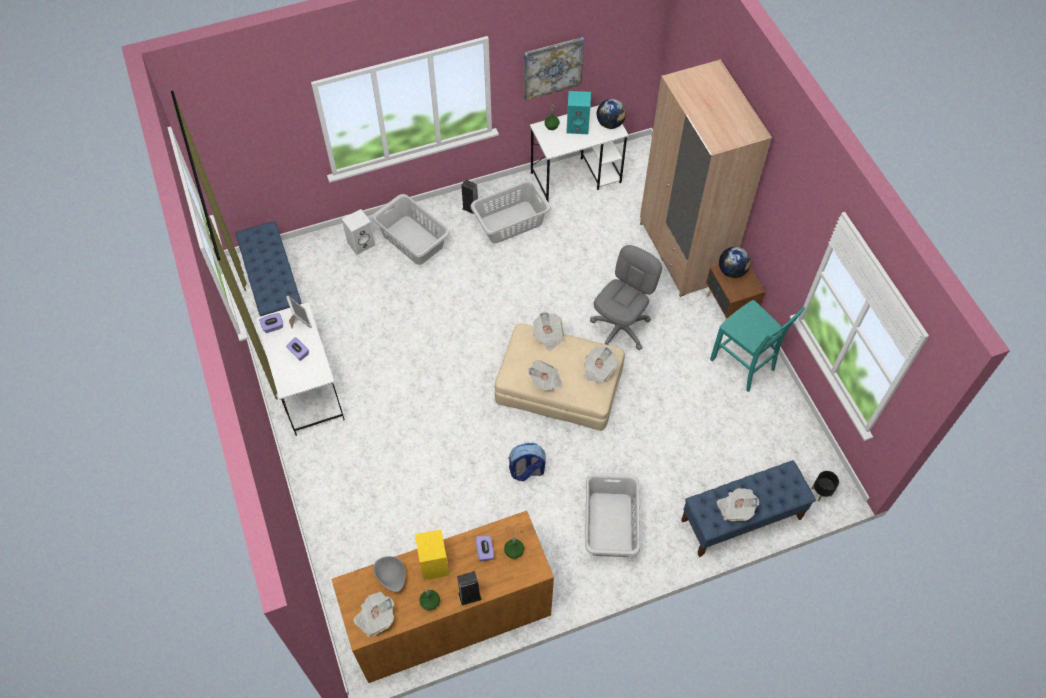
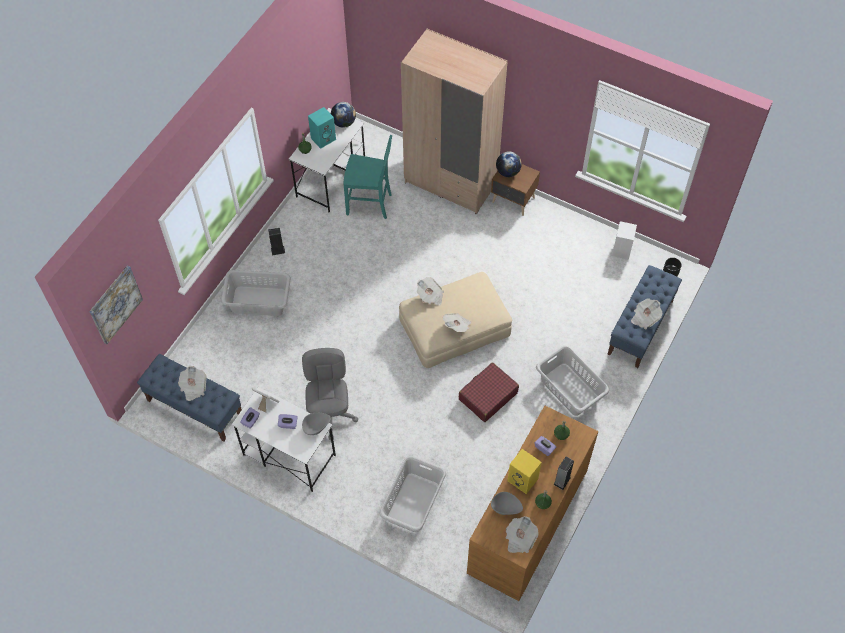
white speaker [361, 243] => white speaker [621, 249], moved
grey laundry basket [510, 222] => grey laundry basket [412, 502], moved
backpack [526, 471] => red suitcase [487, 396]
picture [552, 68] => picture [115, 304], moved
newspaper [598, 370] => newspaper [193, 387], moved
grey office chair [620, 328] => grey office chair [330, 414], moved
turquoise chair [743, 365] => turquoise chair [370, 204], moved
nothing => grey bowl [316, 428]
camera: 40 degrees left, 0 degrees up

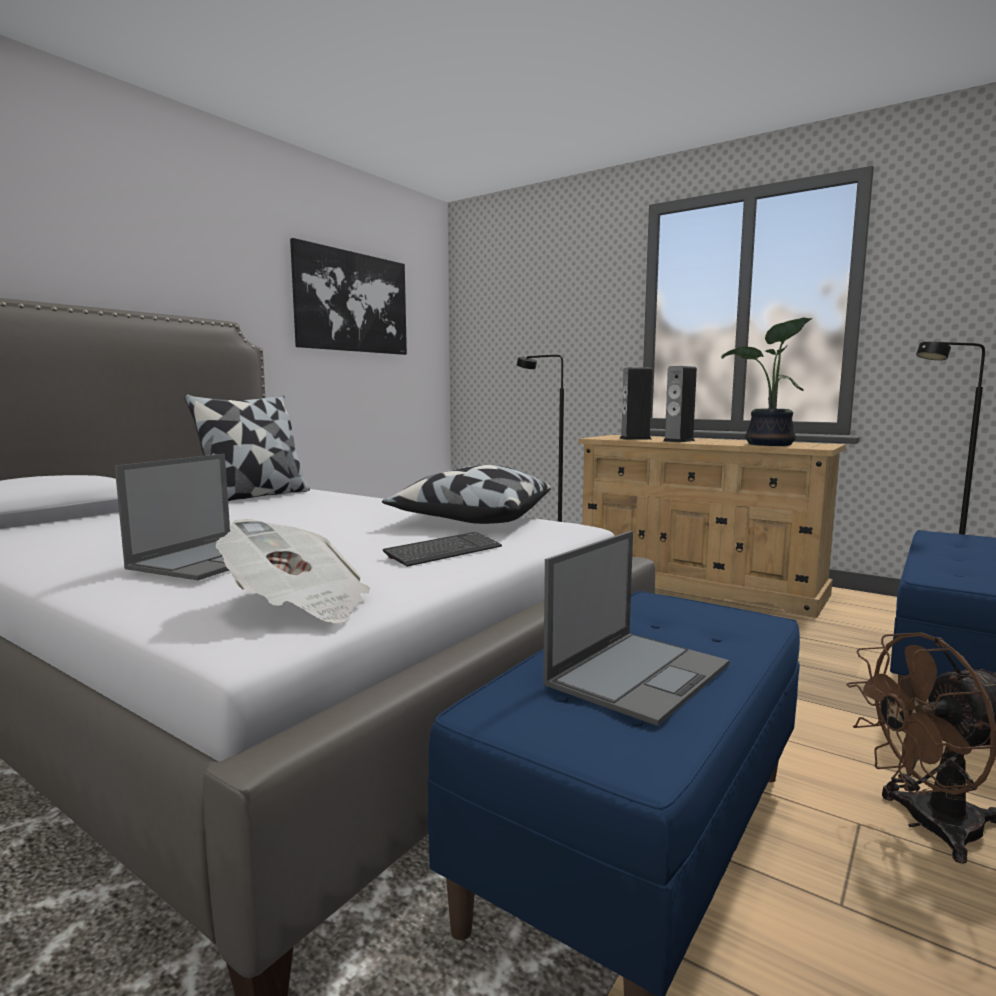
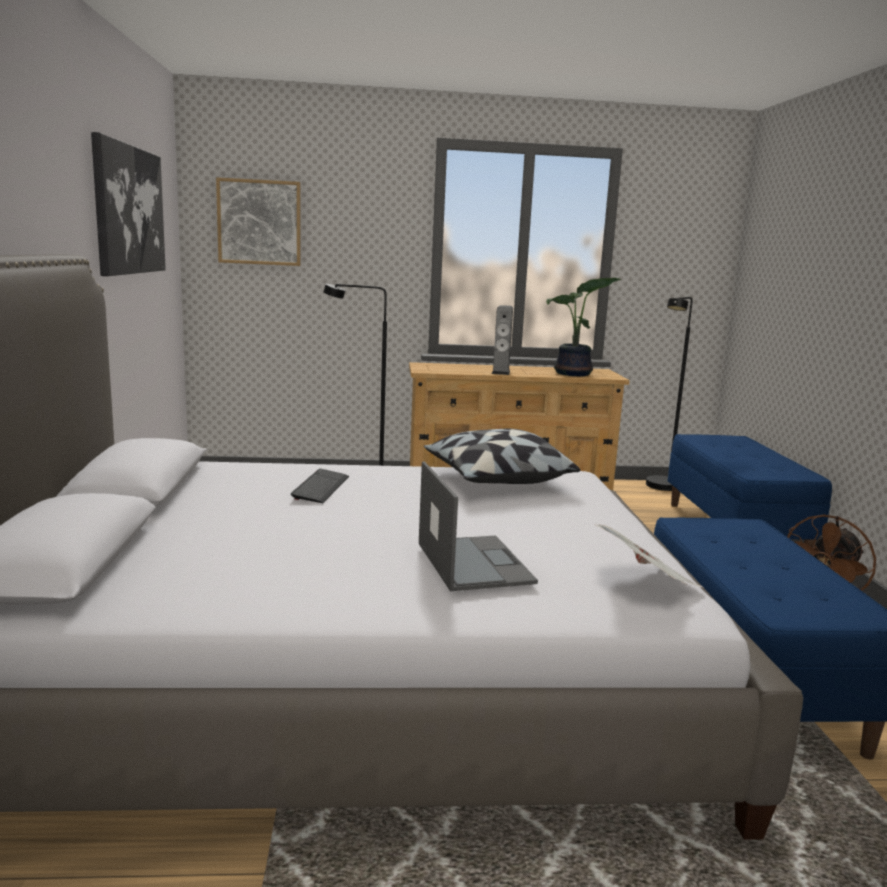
pillow [254, 496] => nothing
keyboard [444, 551] => keyboard [321, 488], moved
laptop [639, 674] => nothing
speaker [635, 438] => nothing
nothing => picture [259, 222]
camera: 40 degrees left, 5 degrees up

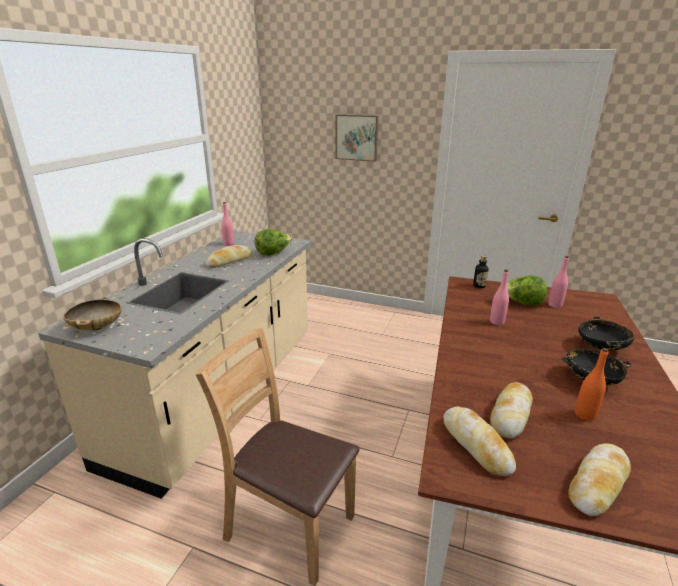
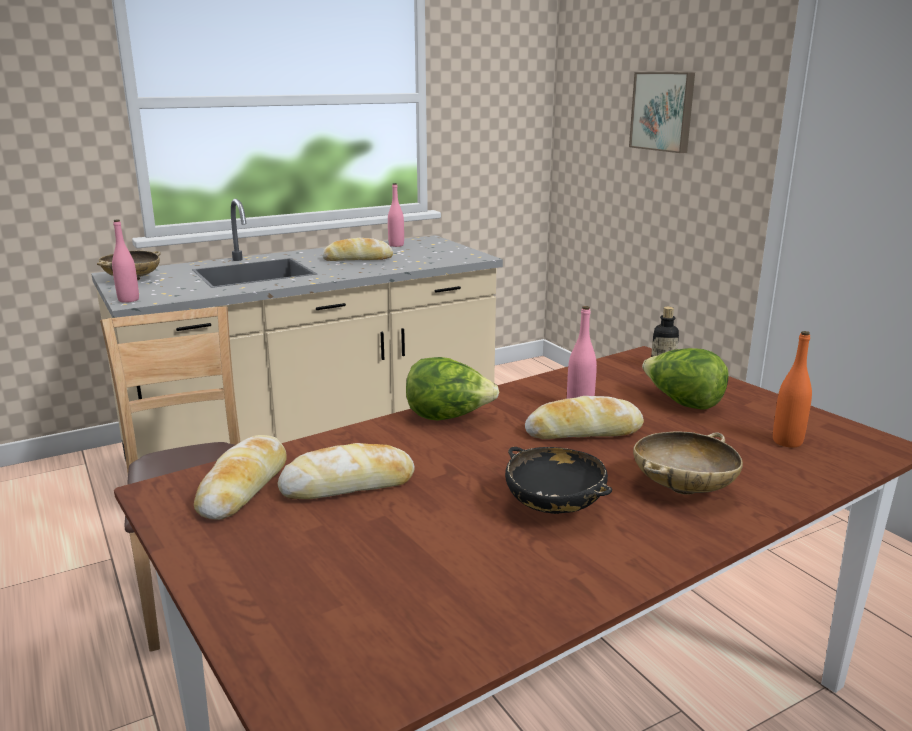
lettuce [273, 253] => lettuce [448, 417], moved
pink bottle [555, 305] => pink bottle [128, 300], moved
bread [597, 484] => bread [583, 431], moved
orange bottle [585, 415] => orange bottle [787, 442], moved
black bowl [601, 347] => beige bowl [682, 488]
camera: 40 degrees right, 5 degrees down

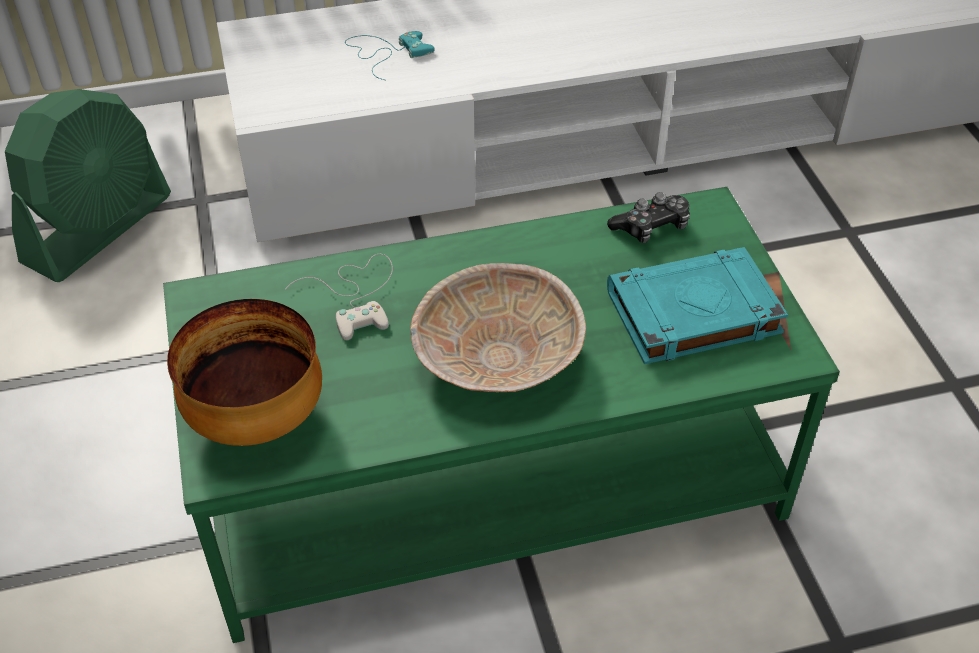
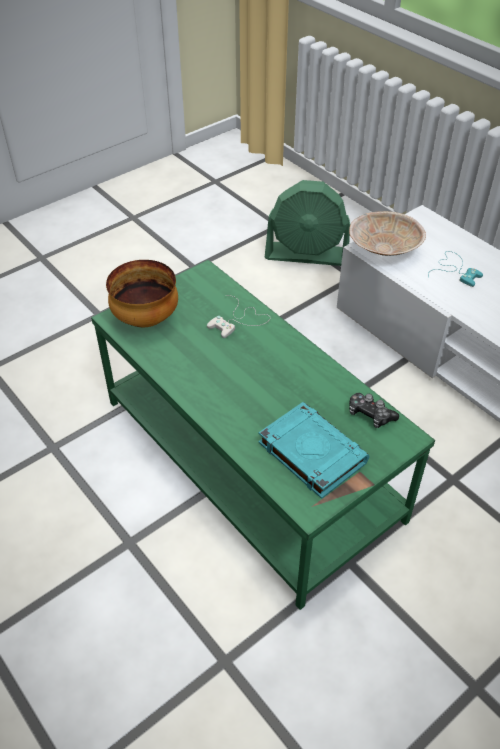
beige bowl [496, 358] => beige bowl [383, 248], moved
camera: 65 degrees right, 0 degrees up

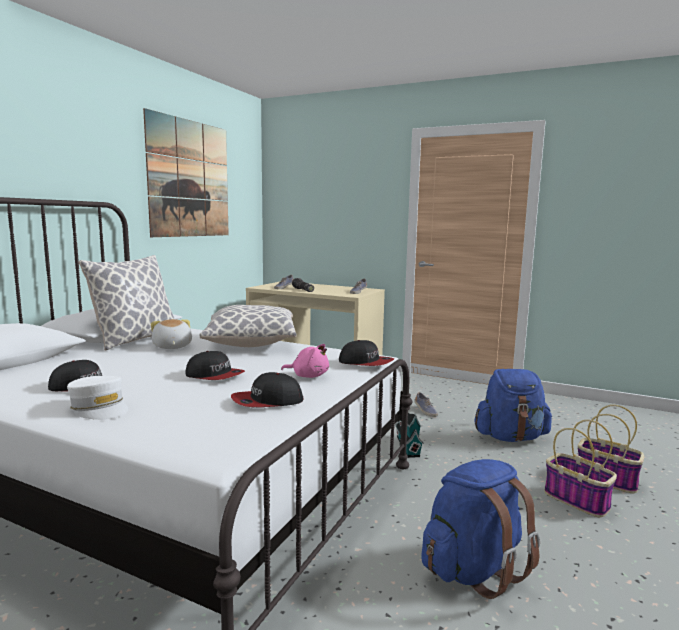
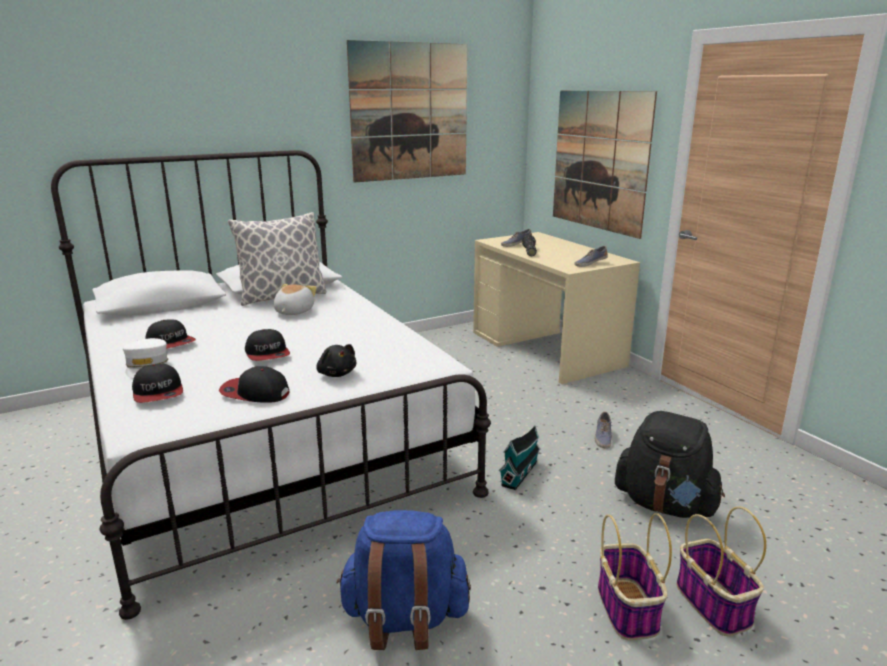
pillow [250, 343] => nothing
pink plush toy [308, 376] => black plush toy [336, 373]
cap [366, 362] => cap [158, 393], moved
blue backpack [510, 437] => black backpack [665, 505]
nothing => picture [600, 161]
camera: 35 degrees right, 10 degrees up

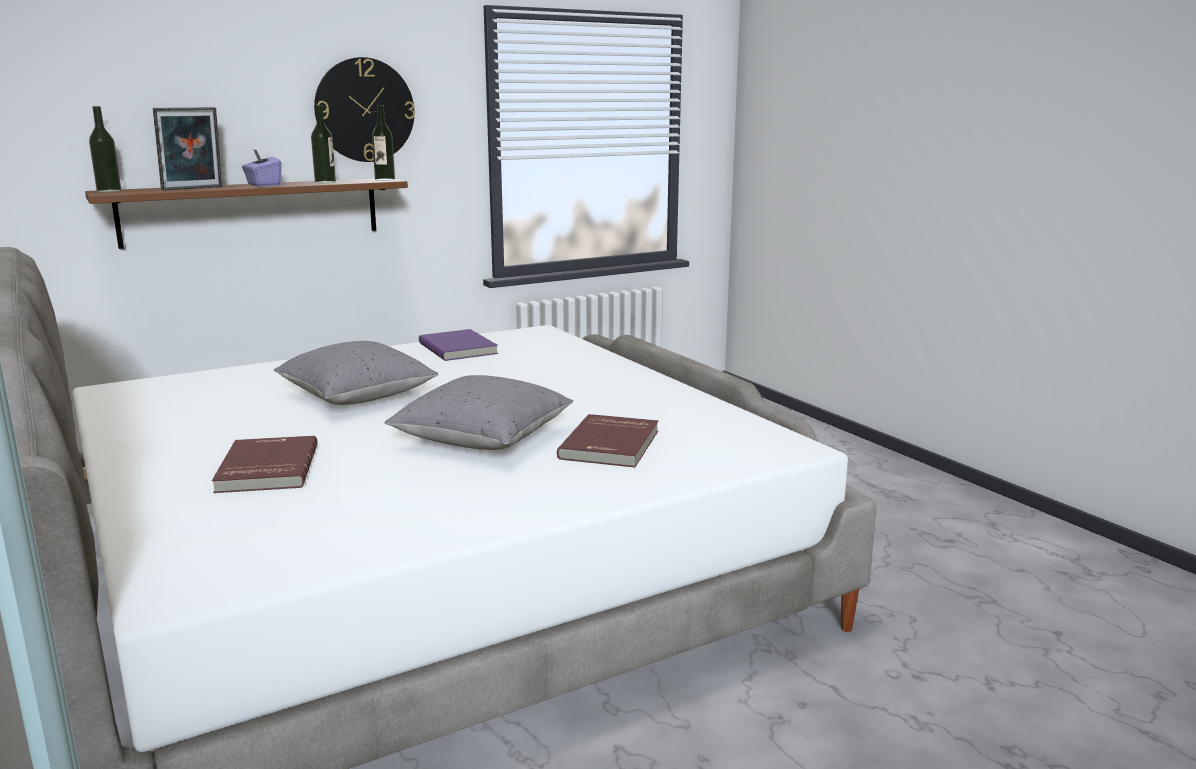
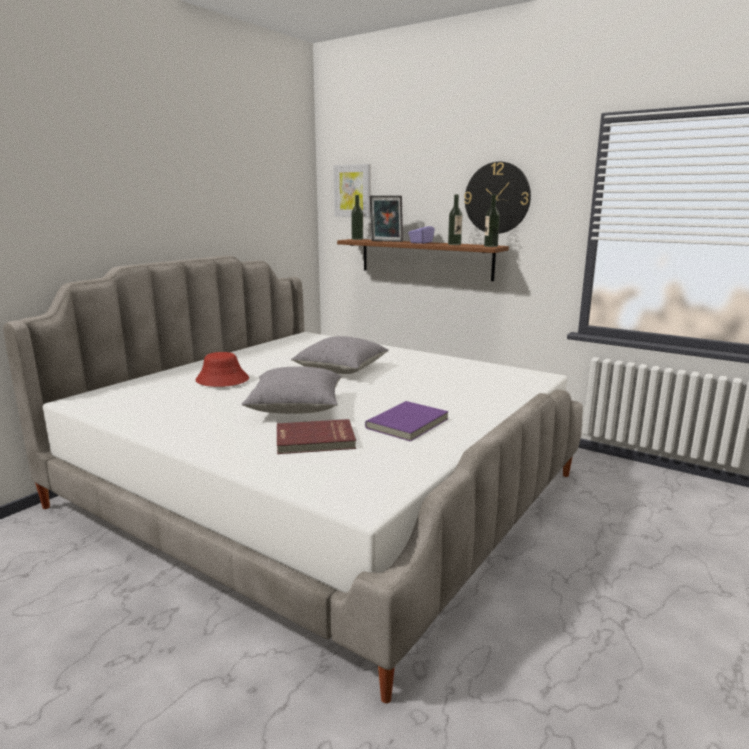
red book [265, 469] => red hat [222, 380]
purple book [459, 348] => purple book [409, 424], moved
nothing => picture [353, 191]
camera: 65 degrees right, 0 degrees up

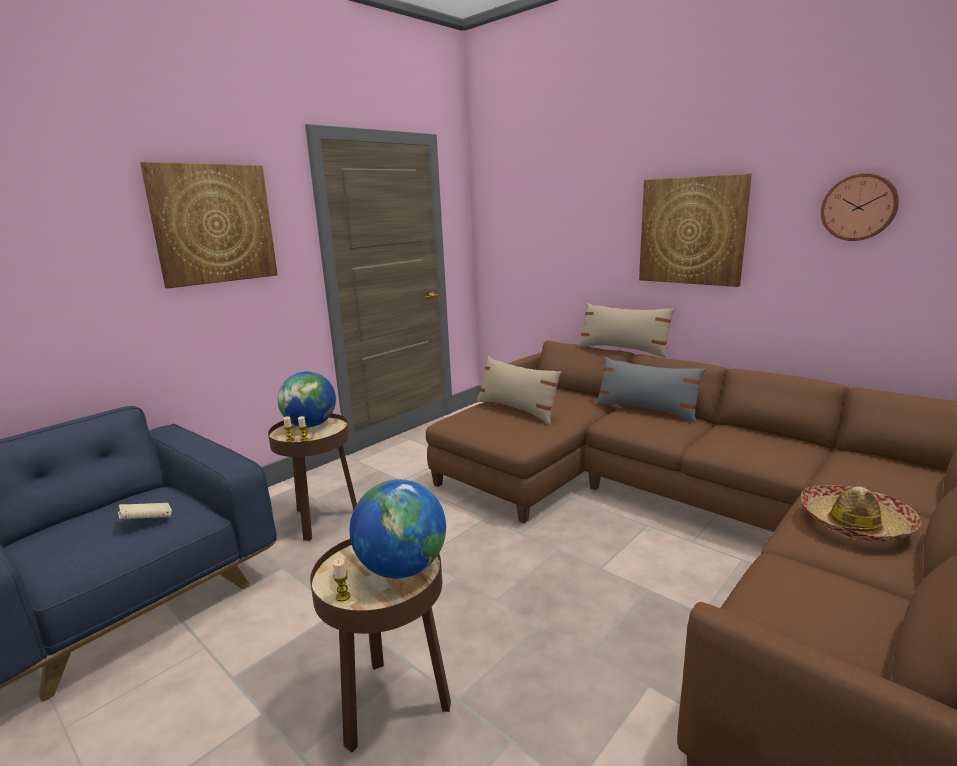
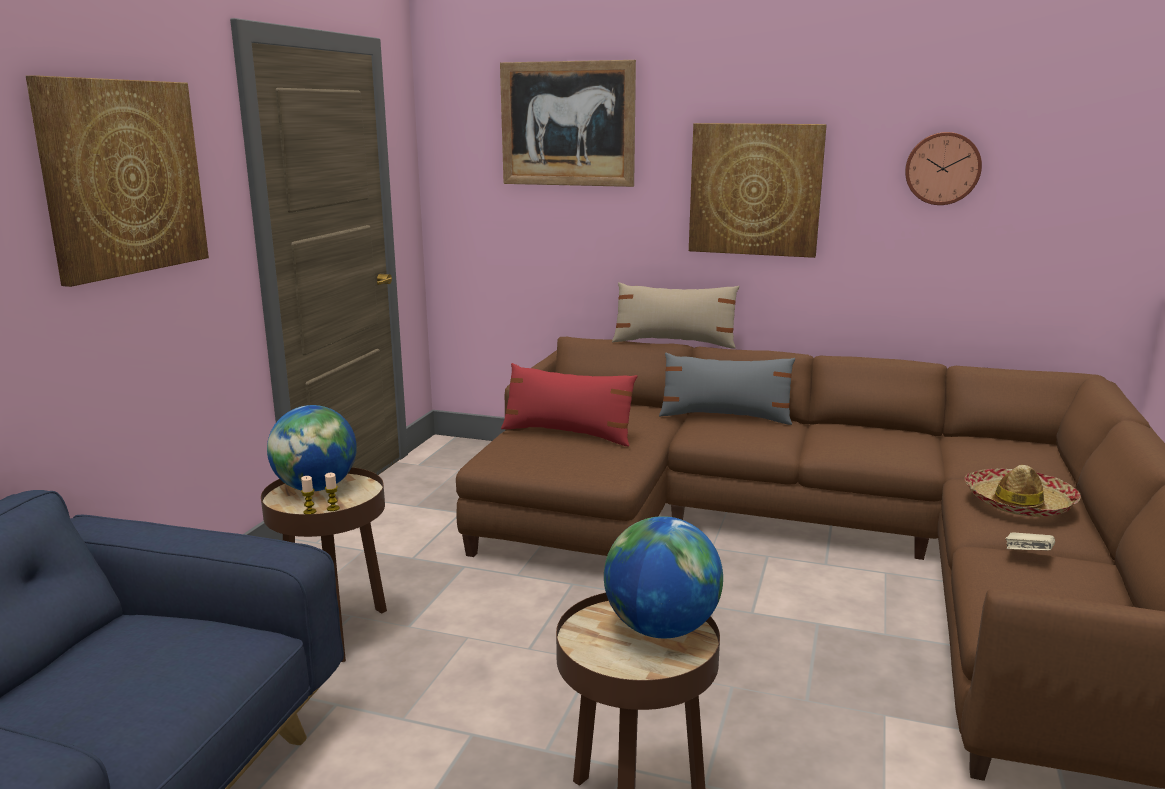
beige book [147, 522] => beige book [1027, 556], moved
candle [343, 596] => nothing
beige pillow [517, 409] => red pillow [568, 434]
nothing => picture [567, 124]
camera: 25 degrees left, 0 degrees up

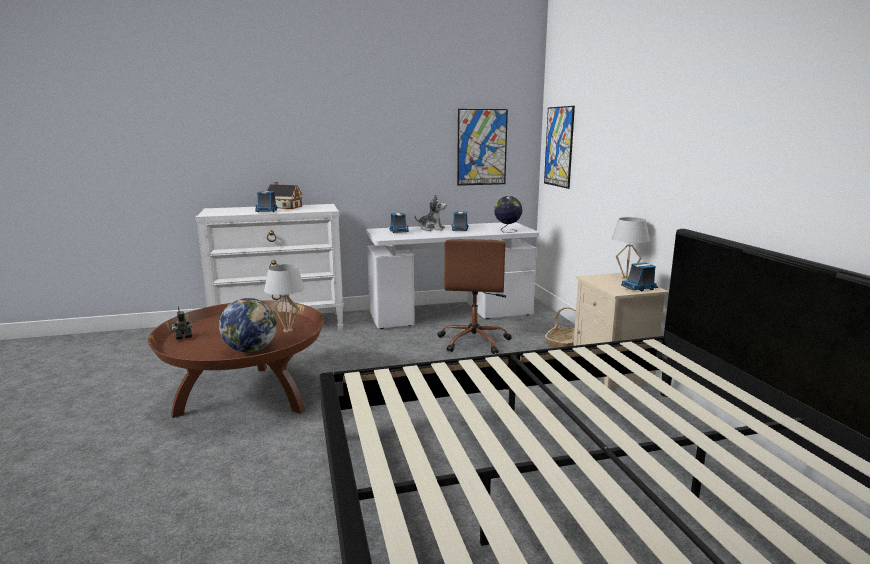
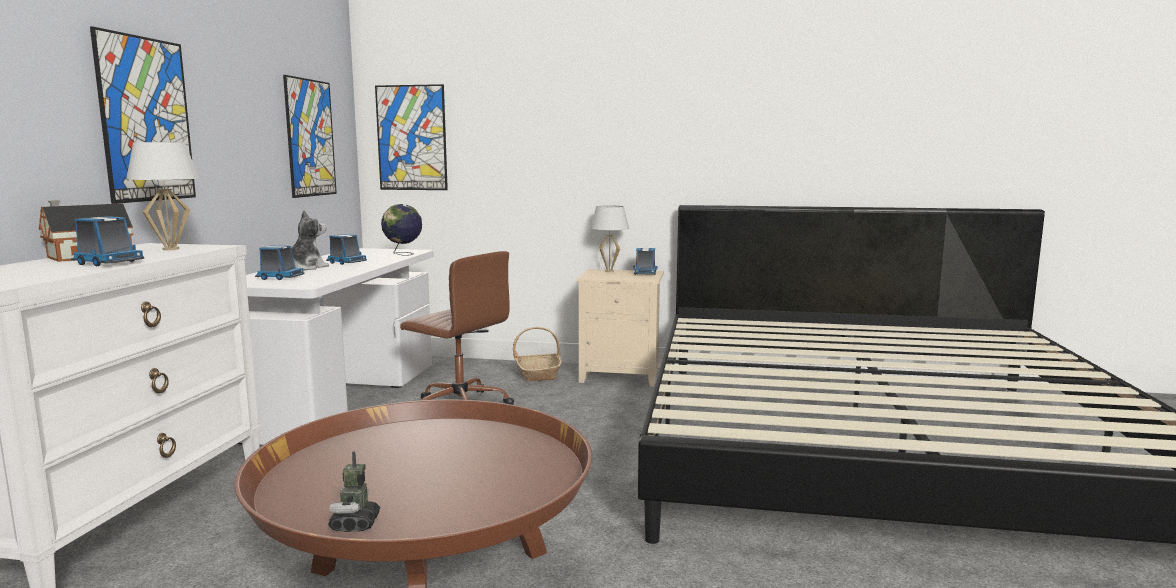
globe [251, 350] => nothing
white table lamp [287, 330] => white table lamp [170, 249], moved
nothing => picture [146, 119]
camera: 65 degrees left, 5 degrees down

